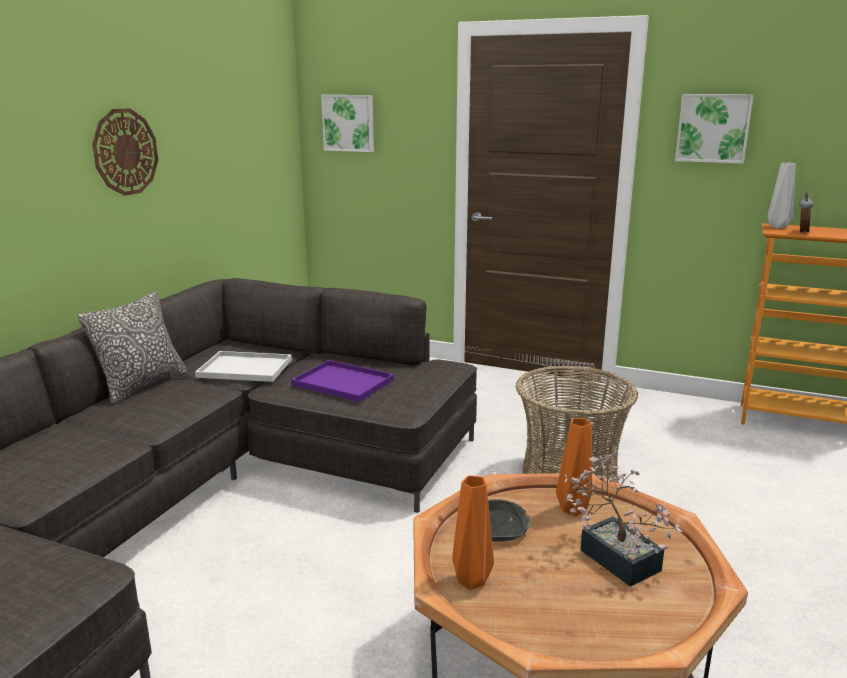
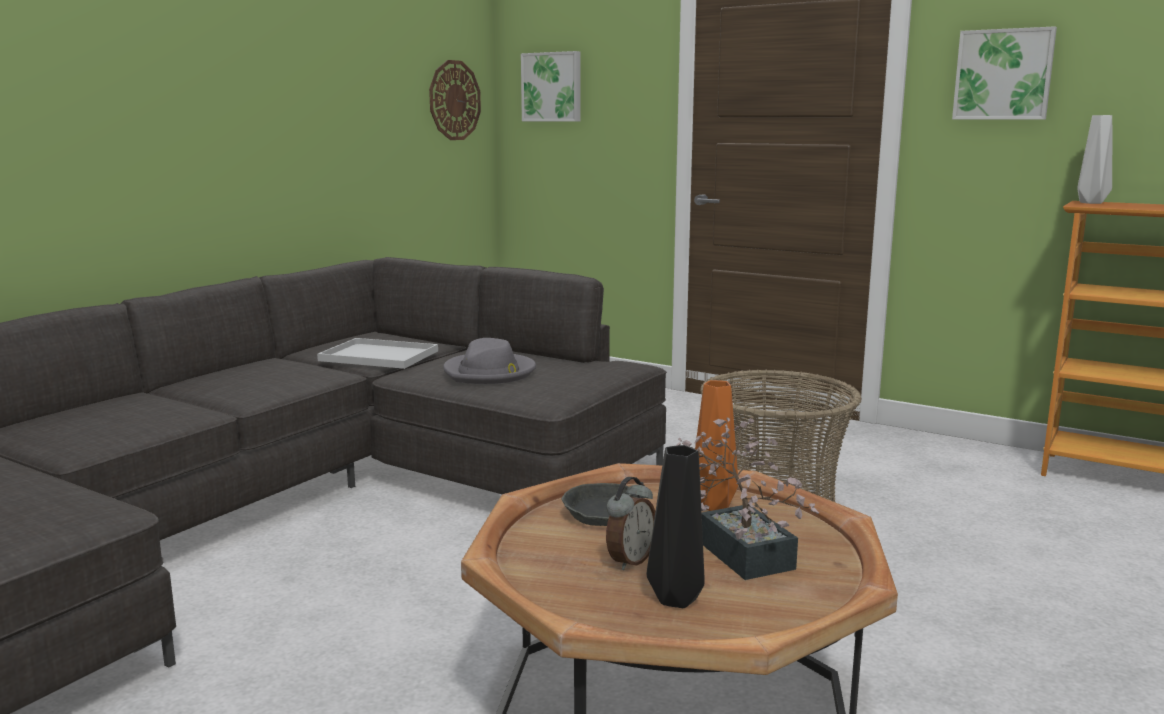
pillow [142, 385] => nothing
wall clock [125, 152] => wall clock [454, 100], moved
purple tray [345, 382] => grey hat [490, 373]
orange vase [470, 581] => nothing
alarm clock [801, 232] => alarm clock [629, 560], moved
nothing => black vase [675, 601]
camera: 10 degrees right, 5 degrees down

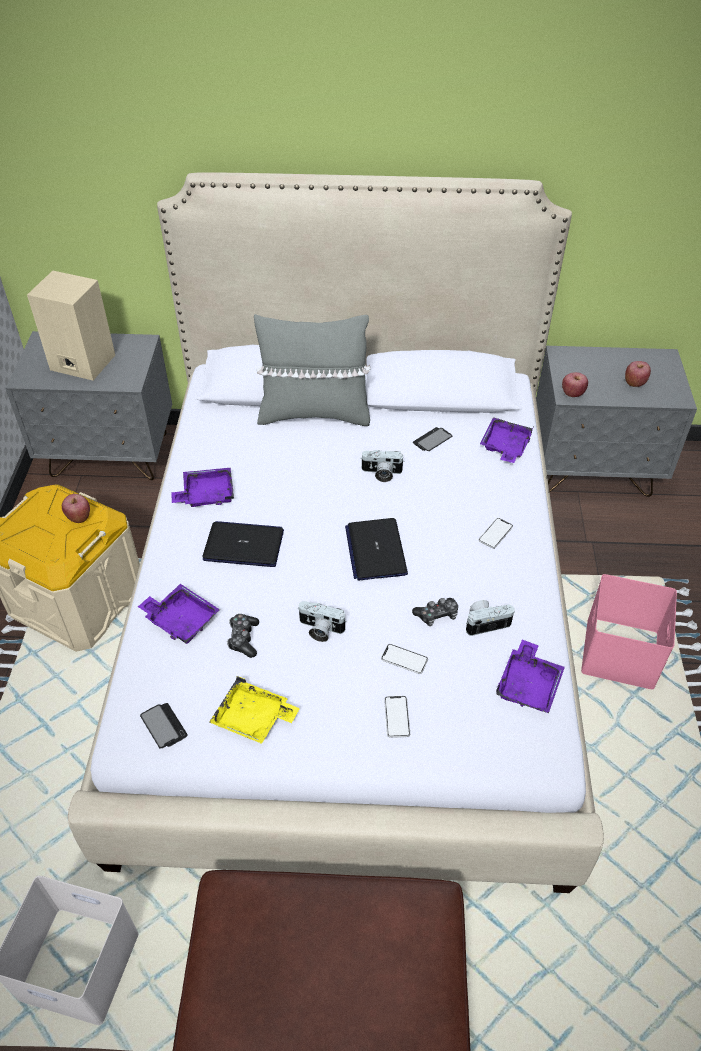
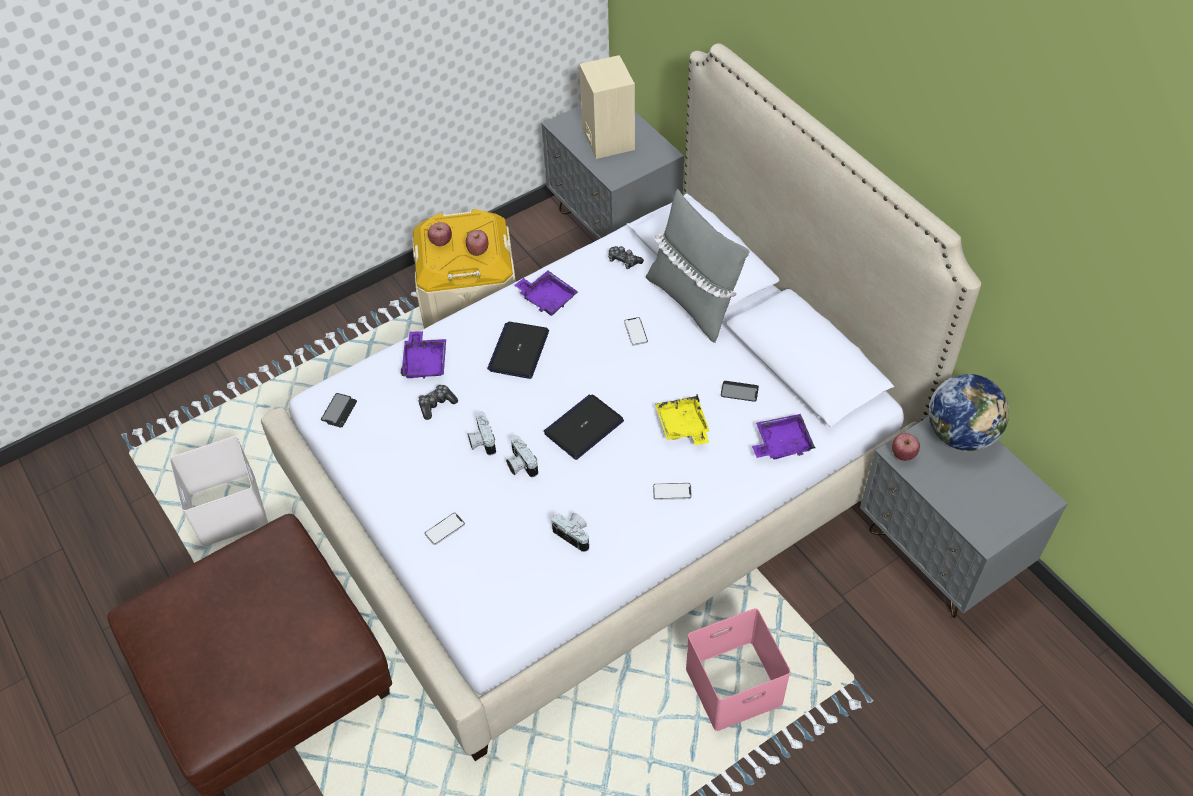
laptop [244, 545] => laptop [519, 351], 135 degrees counterclockwise
yellow tray [253, 718] => yellow tray [683, 426], moved
photo camera [381, 473] => photo camera [520, 464], moved
phone [404, 659] => phone [635, 332], moved
game controller [437, 615] => game controller [623, 261], moved
purple tray [528, 685] => nothing
apple [634, 382] => apple [441, 242], moved
nothing => globe [961, 434]
camera: 55 degrees right, 5 degrees up

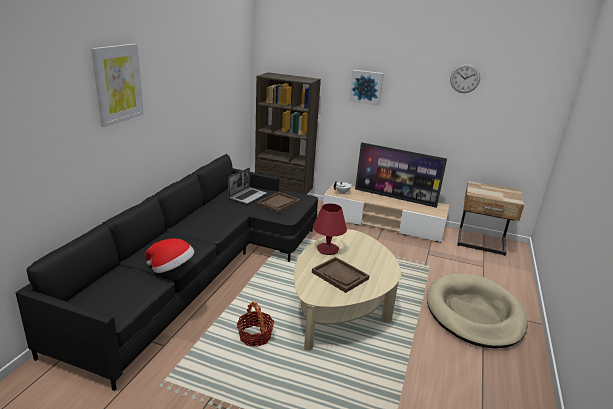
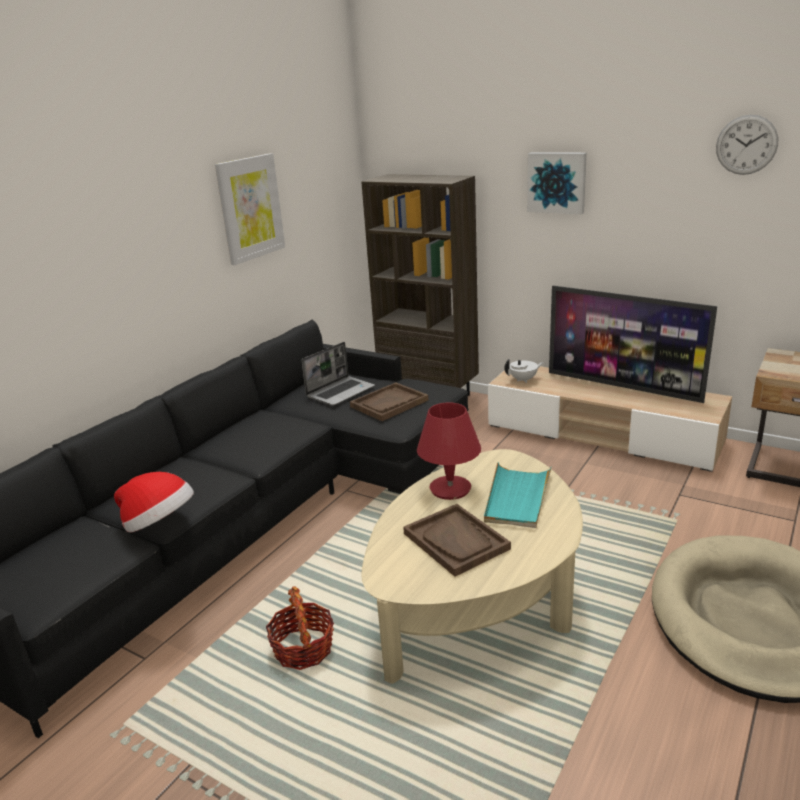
picture [118, 84] => picture [250, 208], moved
nothing => turquoise tray [517, 498]
camera: 15 degrees right, 0 degrees up

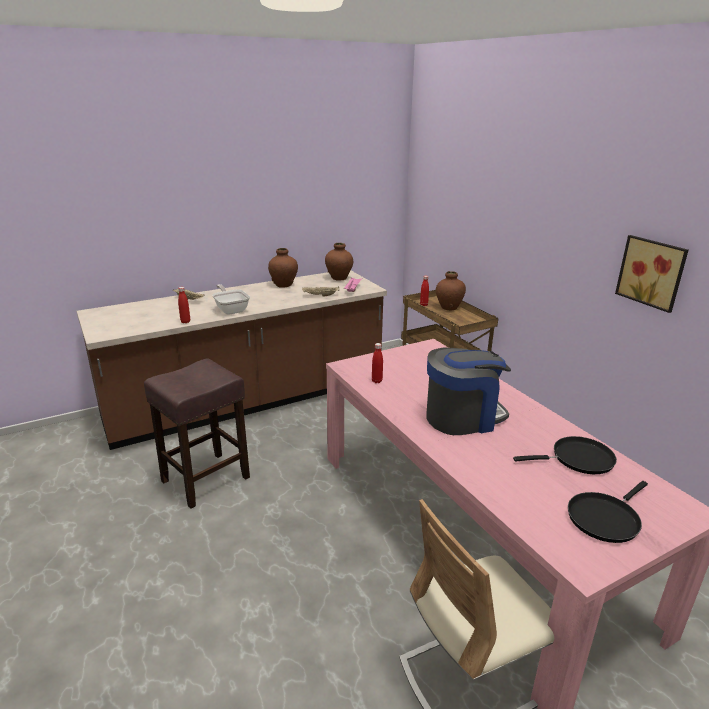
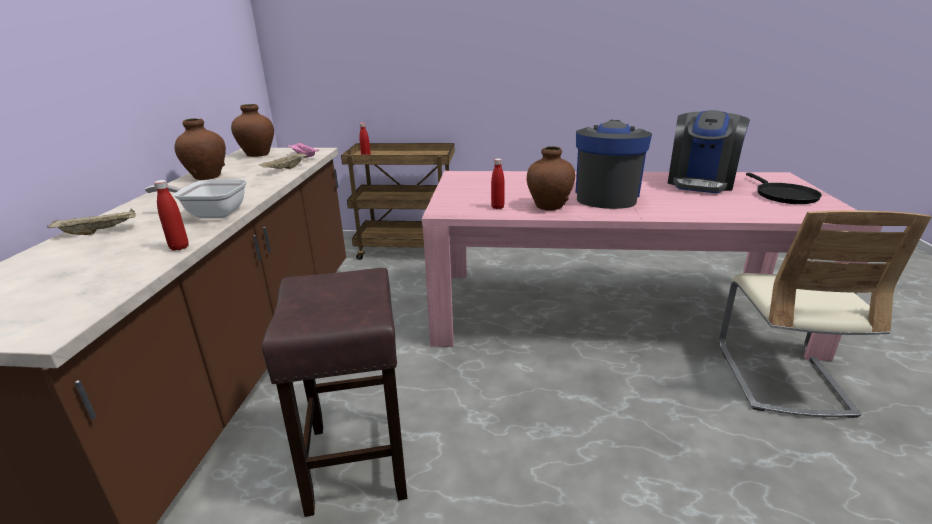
brown vase [449, 307] => brown vase [549, 206], moved
black frying pan [578, 459] => coffee machine [700, 182]
picture [652, 272] => nothing
camera: 55 degrees left, 0 degrees up

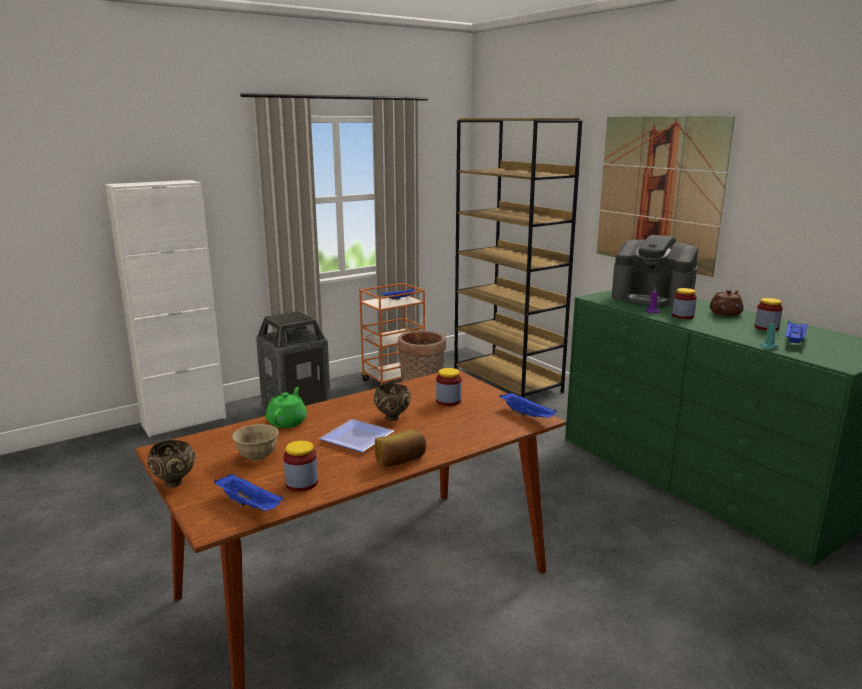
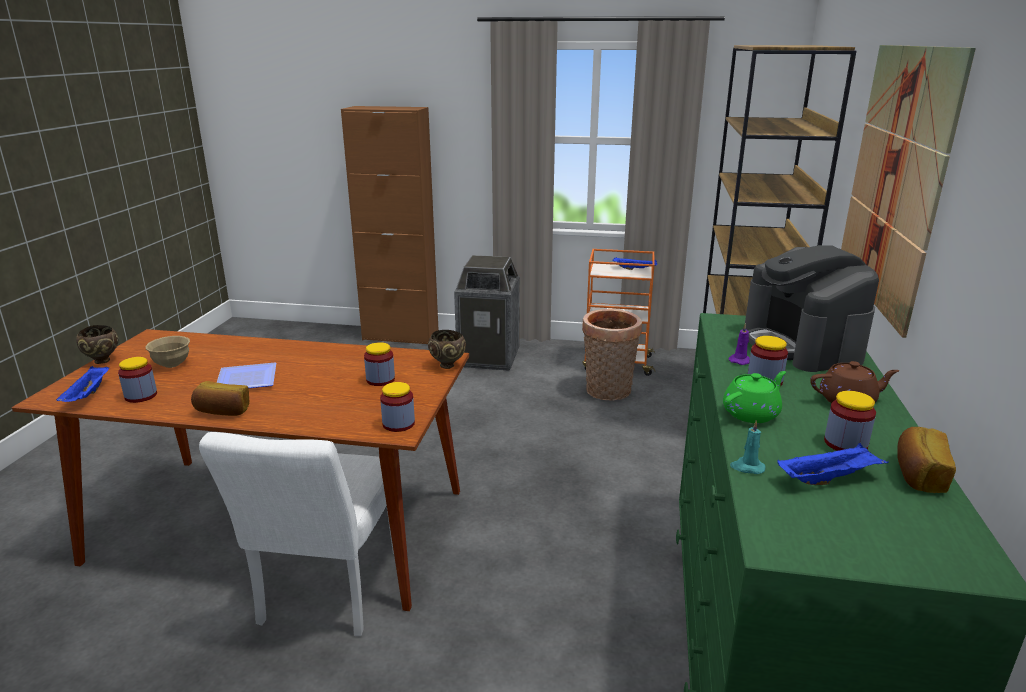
white cabinet [184, 421] => brown cabinet [400, 336]
green teapot [287, 421] => green teapot [751, 413], moved
brown bowl [393, 418] => brown bowl [448, 366], moved
blue tray [527, 415] => jar [398, 424]
nothing => white chair [326, 594]
nothing => bread [918, 475]
camera: 45 degrees right, 5 degrees up

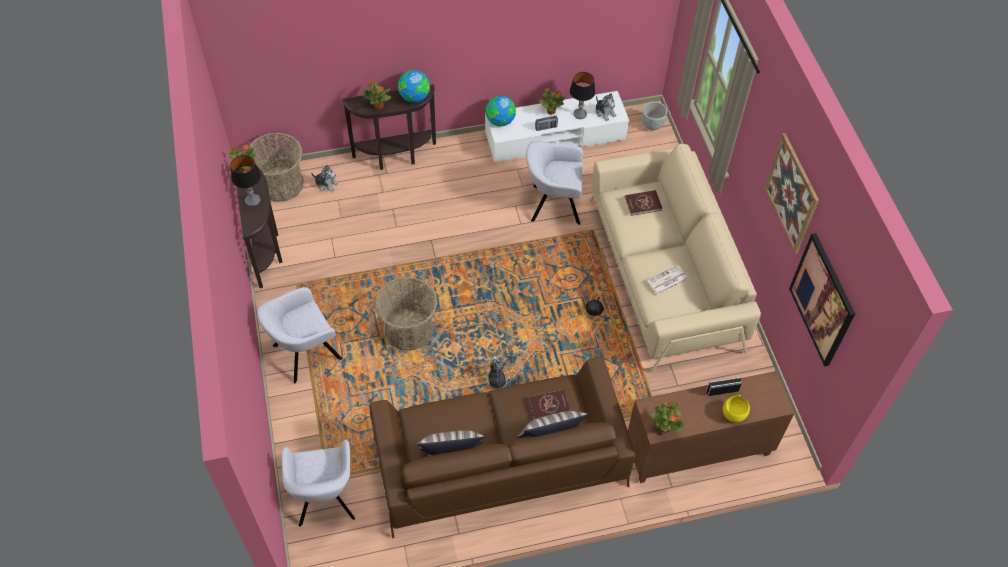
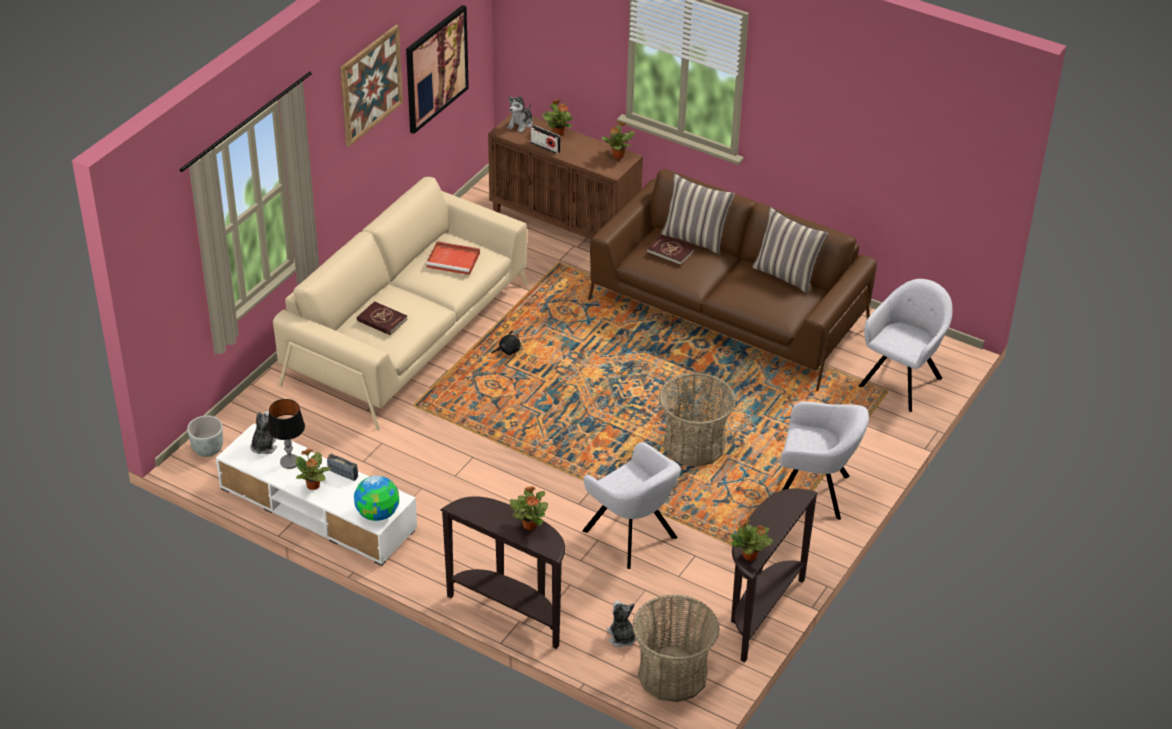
table lamp [252, 200] => nothing
globe [414, 97] => nothing
plush toy [496, 380] => plush toy [521, 124], moved
grey armchair [553, 204] => grey armchair [632, 536], moved
newspaper [667, 280] => red tray [454, 260]
yellow bowl [734, 414] => potted plant [558, 133]
camera: 135 degrees left, 15 degrees down

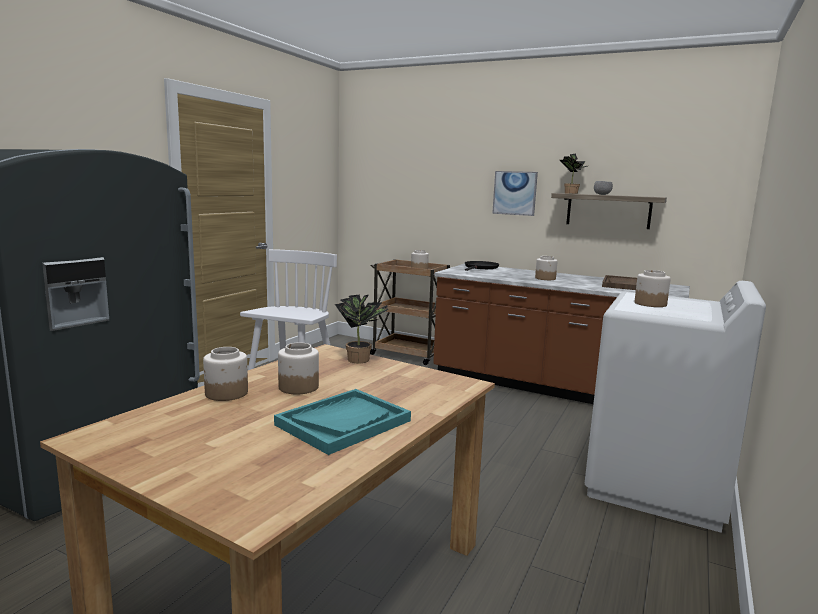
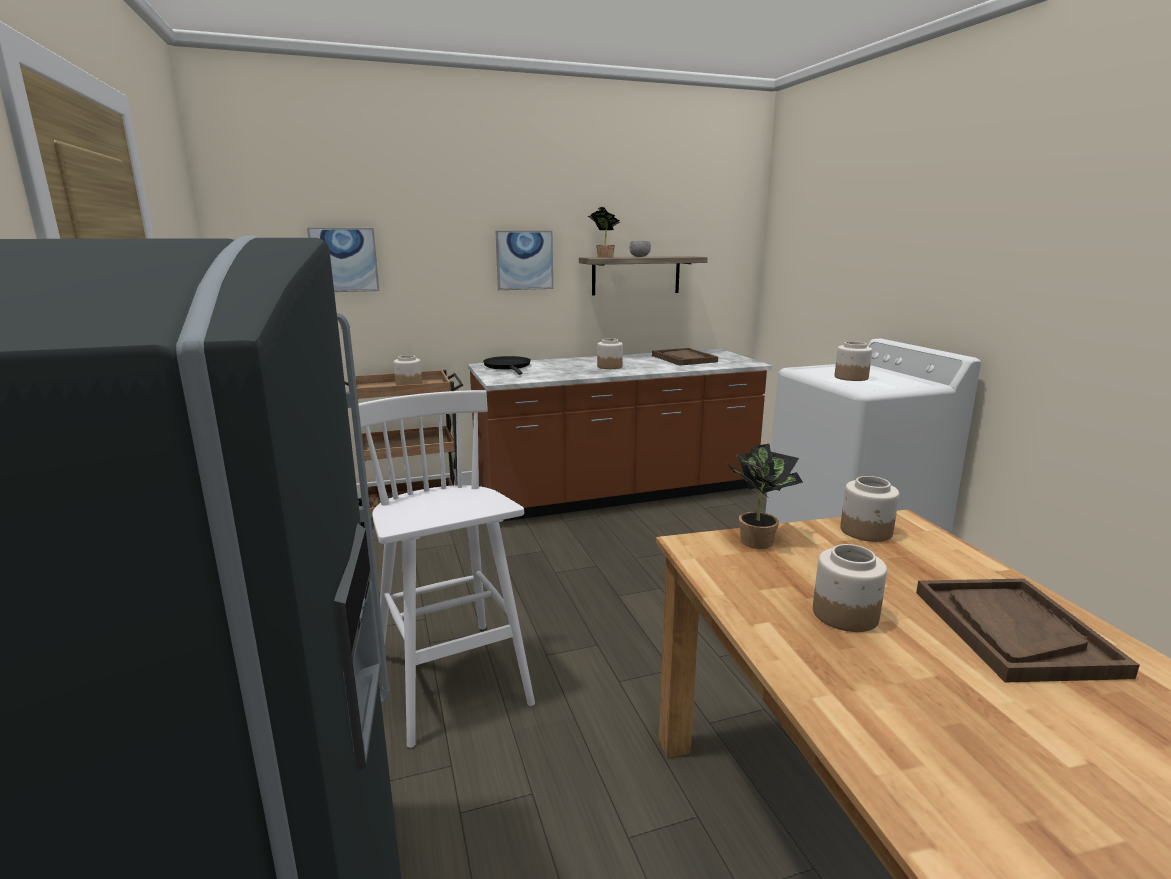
jar [226, 393] => jar [866, 531], moved
turquoise tray [343, 422] => brown tray [1013, 631]
nothing => picture [344, 260]
camera: 45 degrees left, 5 degrees up

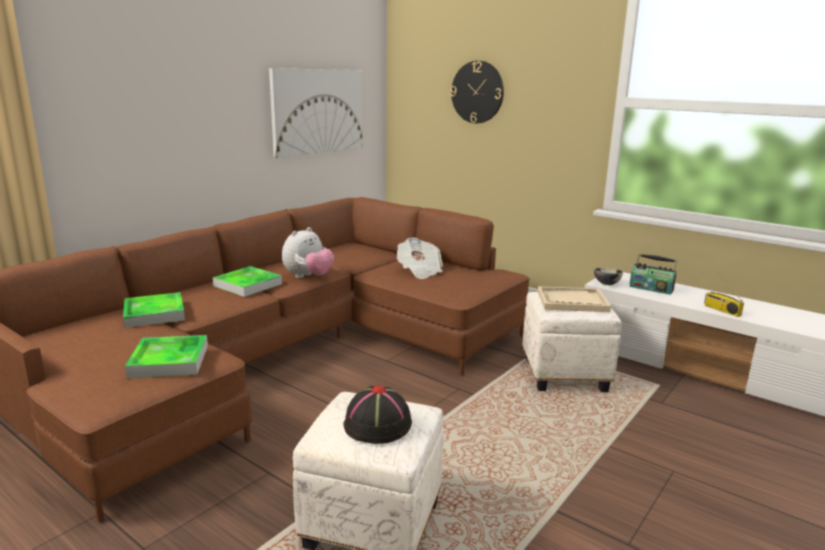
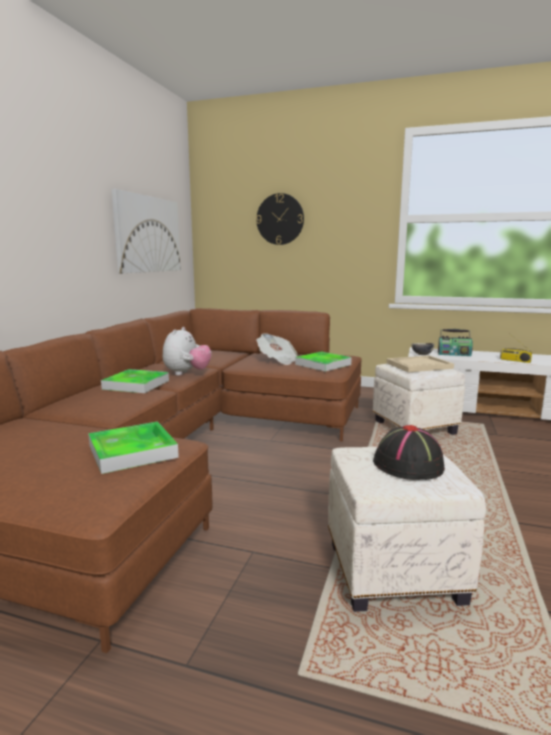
tray [154, 314] => tray [323, 364], moved
camera: 20 degrees left, 5 degrees down

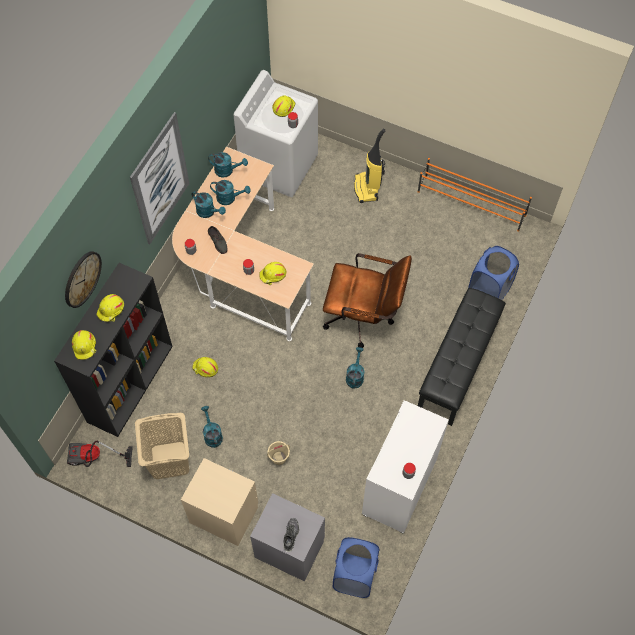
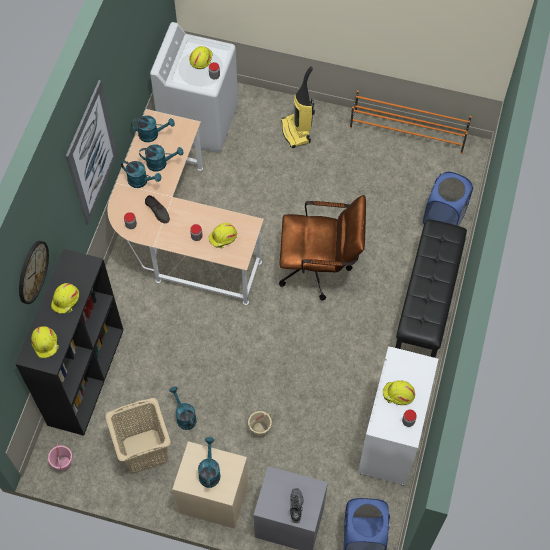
vacuum cleaner [94, 459] => pink bucket [63, 463]
yellow hard hat [205, 368] => yellow hard hat [398, 394], moved
turquoise watering can [355, 376] => turquoise watering can [209, 471], moved
camera: 10 degrees left, 0 degrees up

